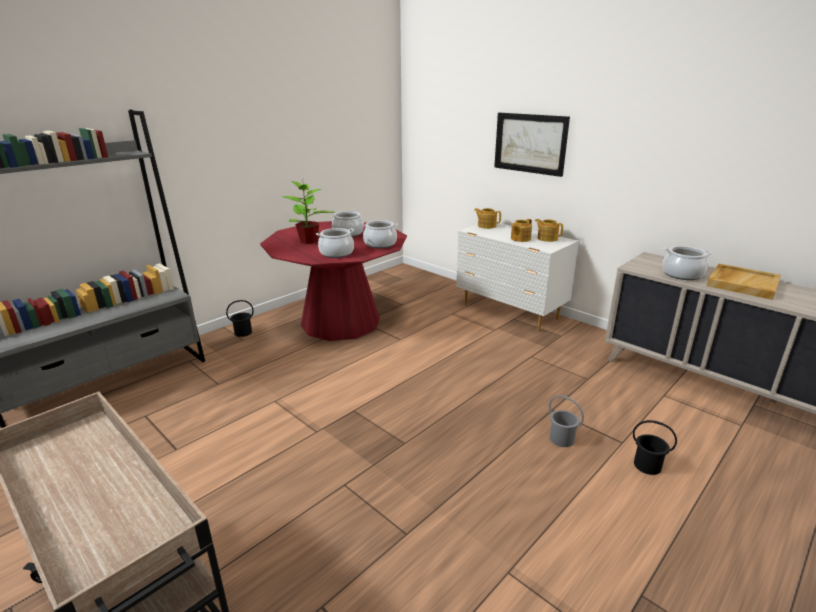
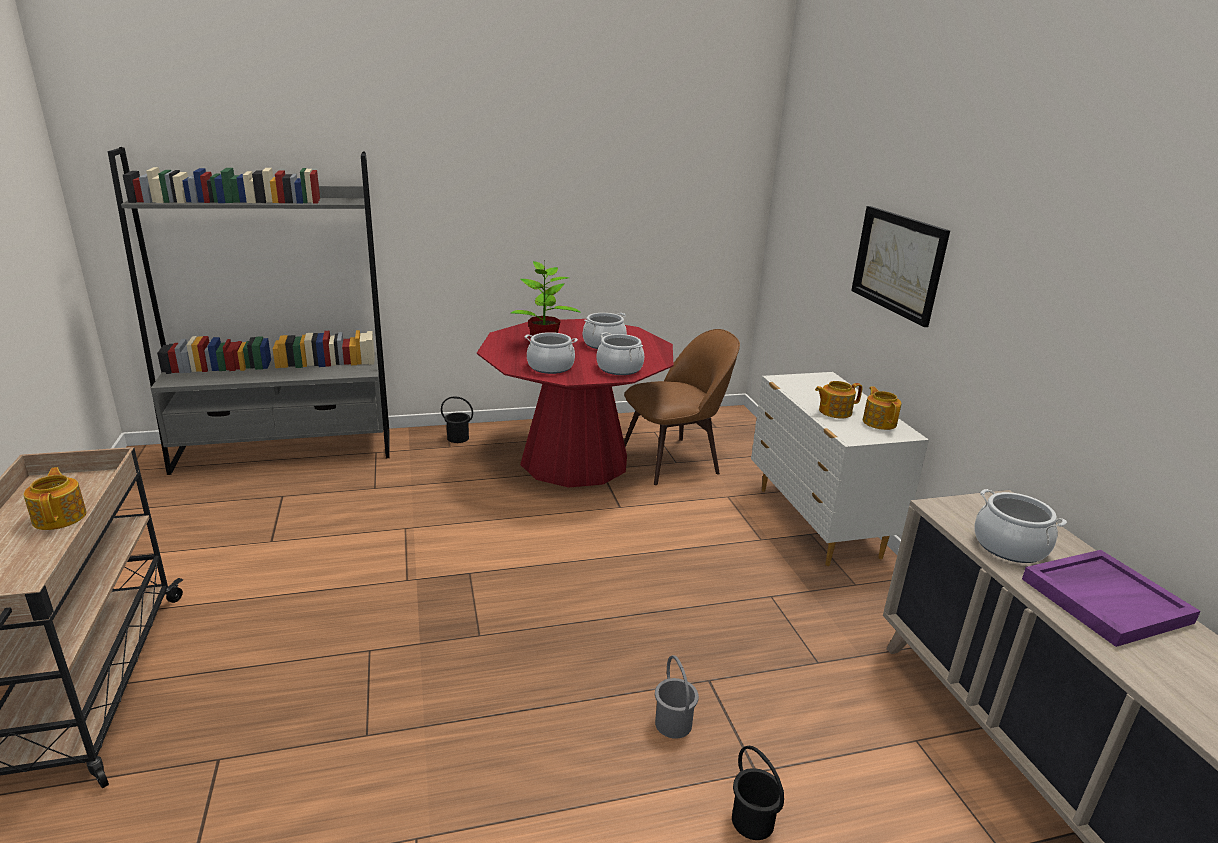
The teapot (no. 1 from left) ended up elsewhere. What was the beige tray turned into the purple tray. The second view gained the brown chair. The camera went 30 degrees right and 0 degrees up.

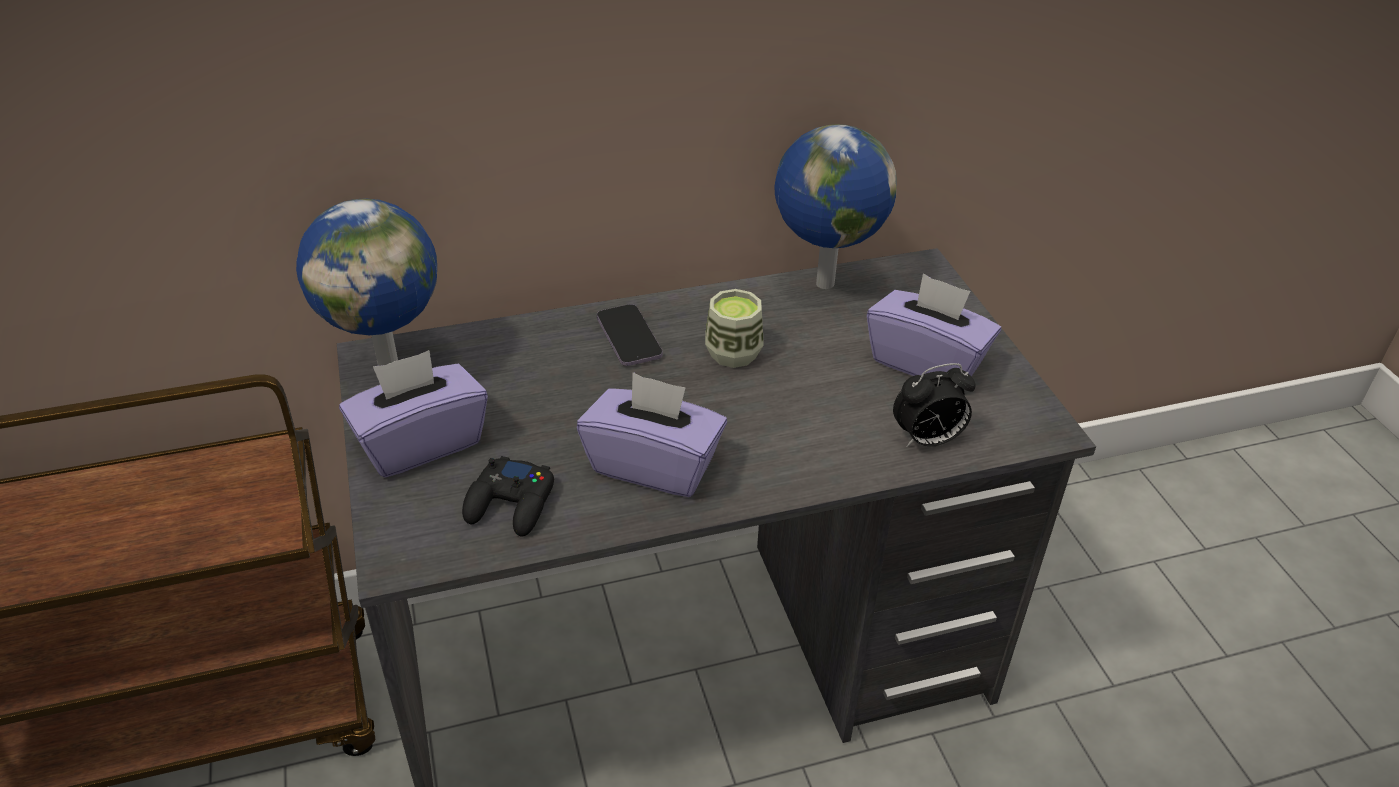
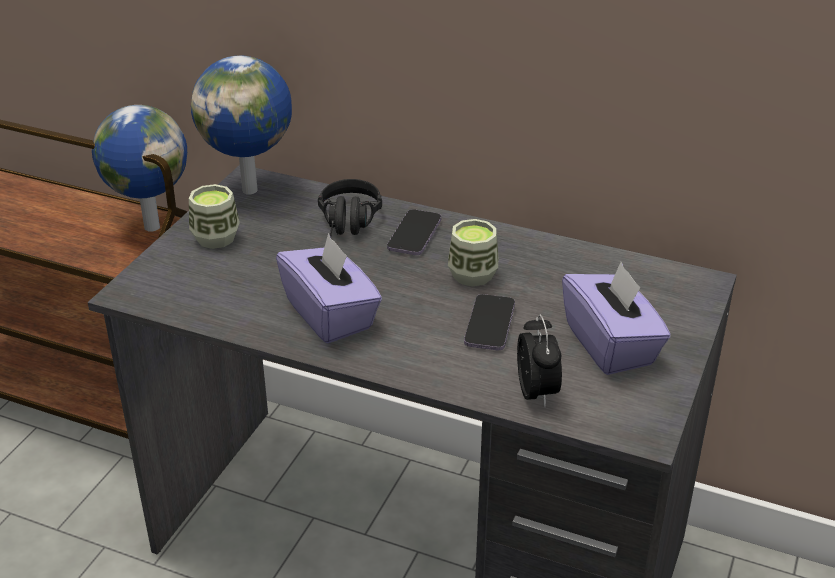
Where the purple tissue box (no. 1 from left) stood, the cup (no. 1 from left) came to stand. The second view lost the black game controller. The globe (no. 2 from left in the first image) ended up elsewhere. The alarm clock ended up facing another way, 120 degrees counterclockwise from before. The second view gained the black headphones. The second view gained the phone (no. 2 from left). The camera went 40 degrees right and 5 degrees down.

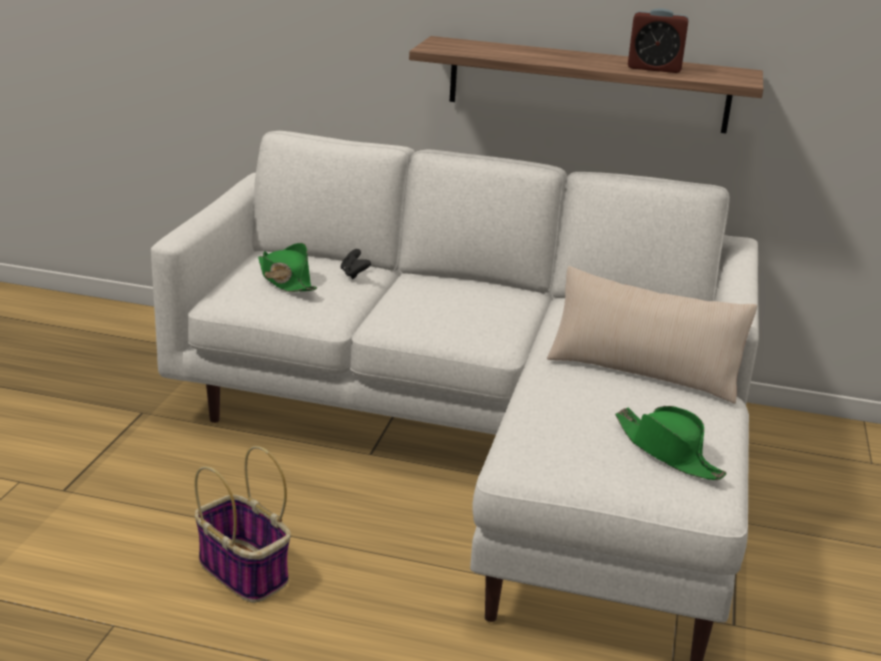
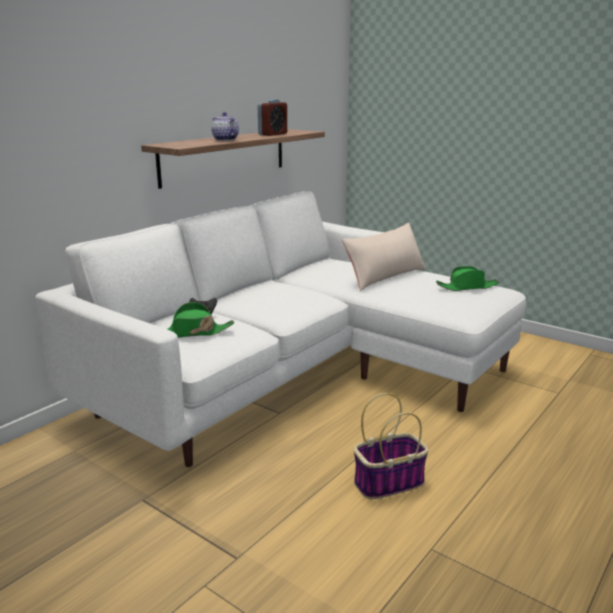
The second view gained the teapot. The camera went 65 degrees left and 5 degrees down.

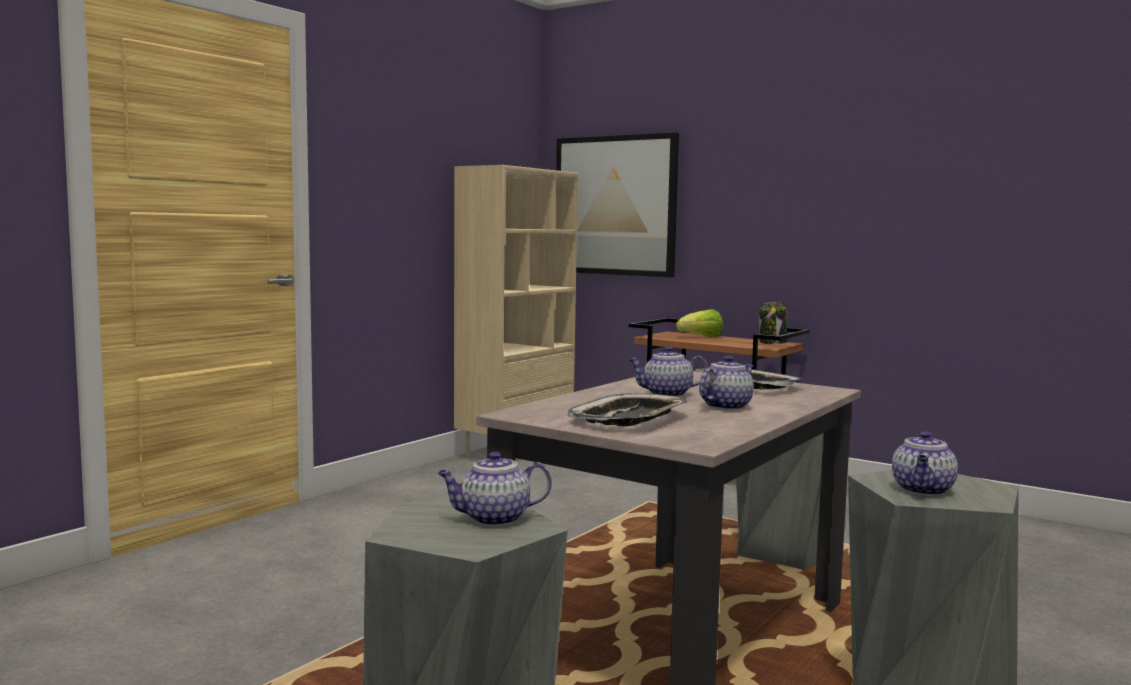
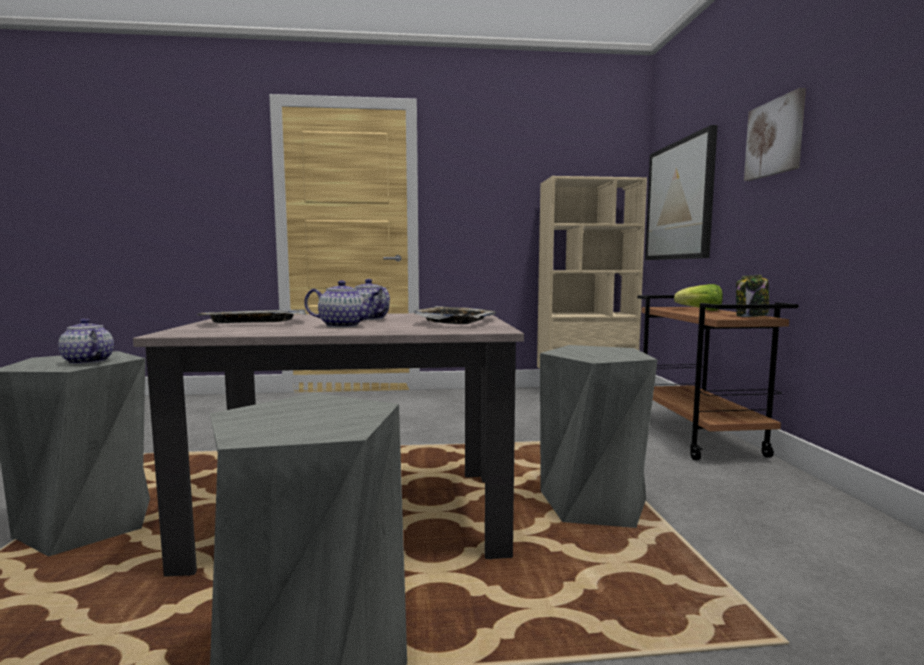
The second view lost the teapot (no. 4 from left). The second view gained the picture (no. 2 from left). The camera went 50 degrees right and 0 degrees up.

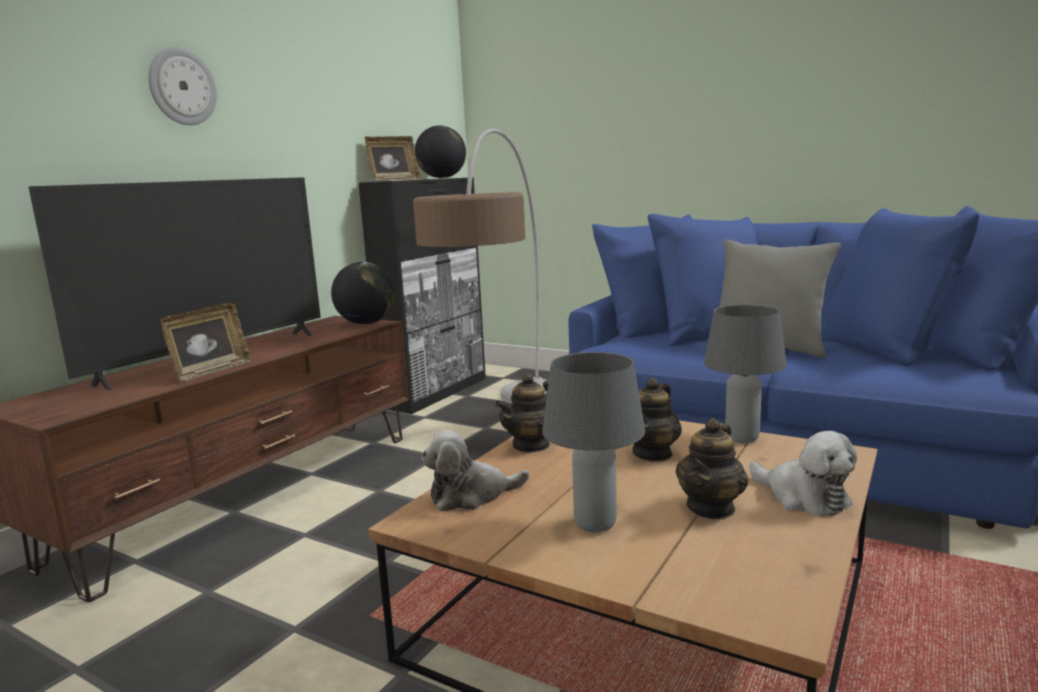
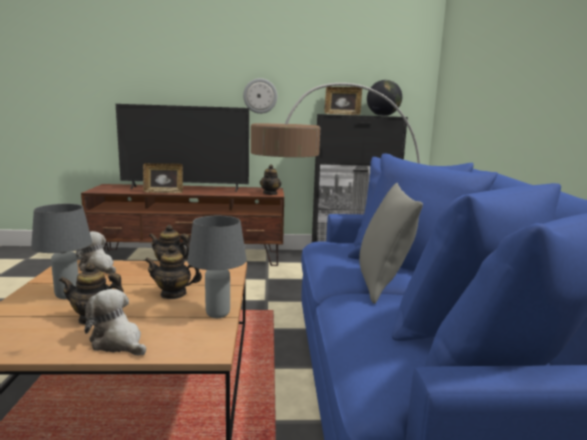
The wall clock ended up elsewhere. Where the globe (no. 1 from left) stood, the teapot (no. 4 from left) came to stand. The plush toy (no. 2 from left) ended up facing another way, 105 degrees clockwise from before. The camera went 55 degrees right and 0 degrees up.

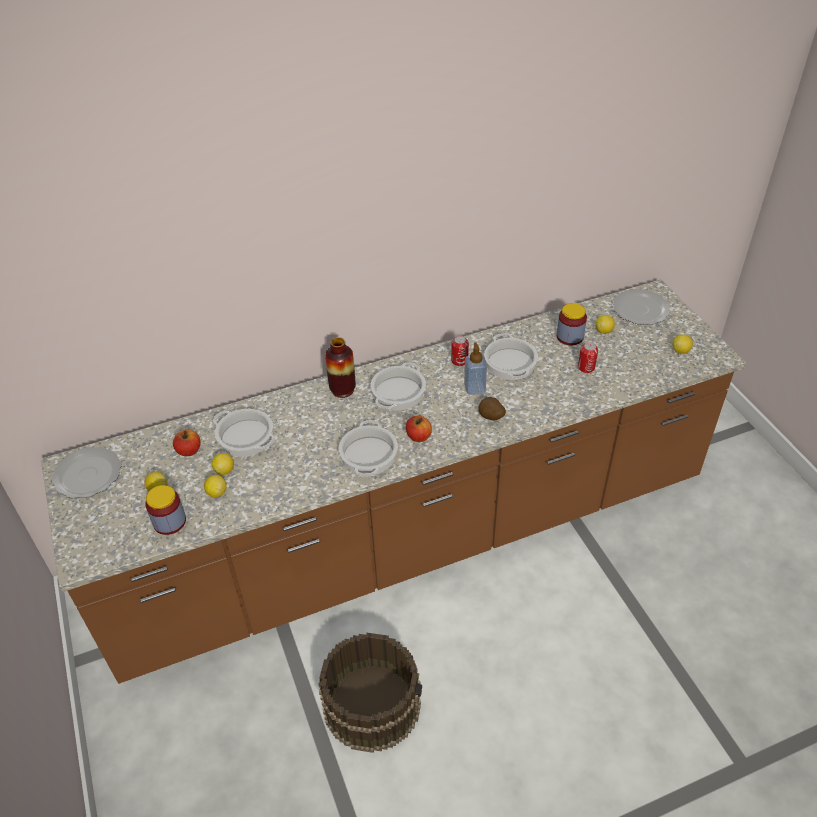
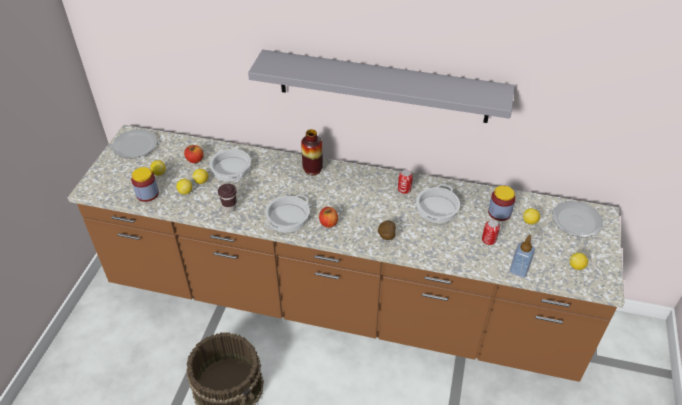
The second view lost the cooking pot (no. 3 from left). The soap dispenser ended up elsewhere. The second view gained the brown cup. The second view gained the grey shelf. The camera went 35 degrees right and 0 degrees up.

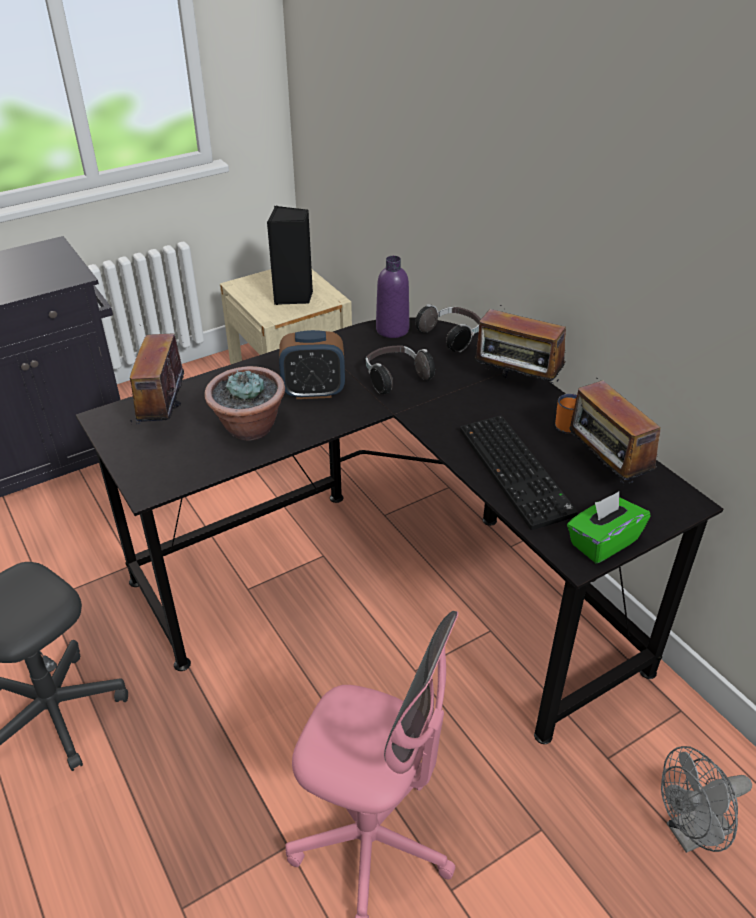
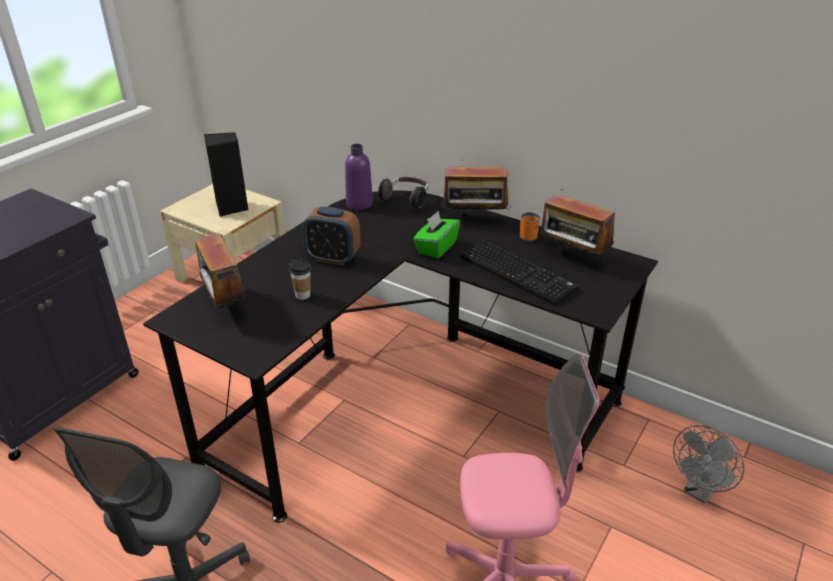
Where the potted plant stood, the cup came to stand. The alarm clock ended up facing another way, 45 degrees clockwise from before. The second view lost the headphones (no. 1 from left). The green tissue box ended up elsewhere. The camera went 25 degrees left and 5 degrees down.

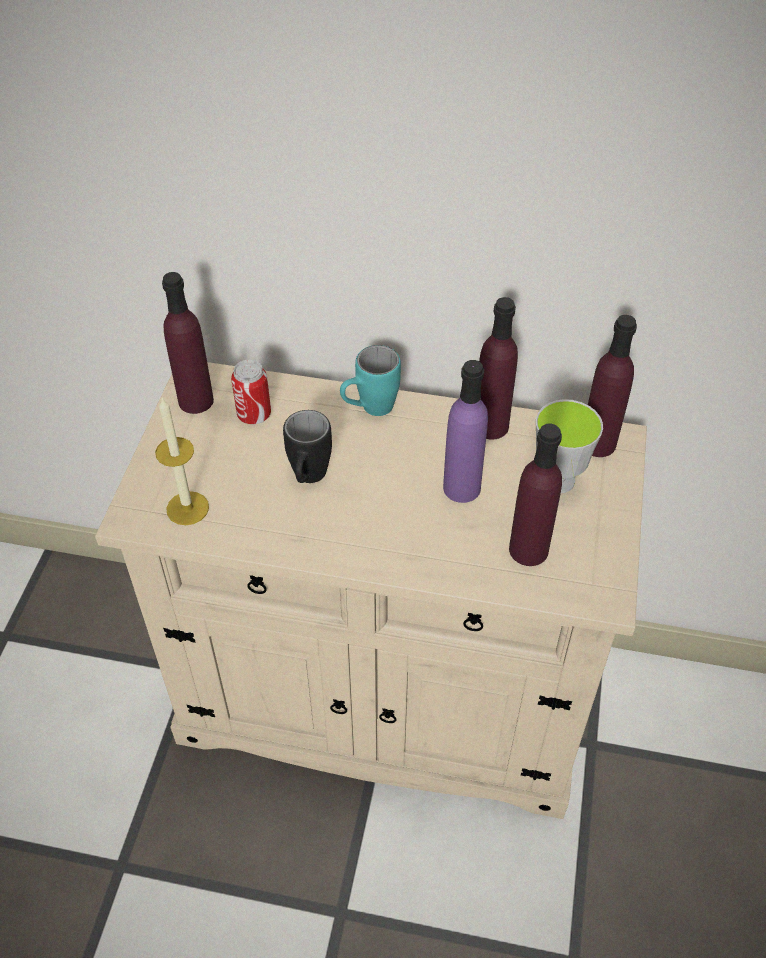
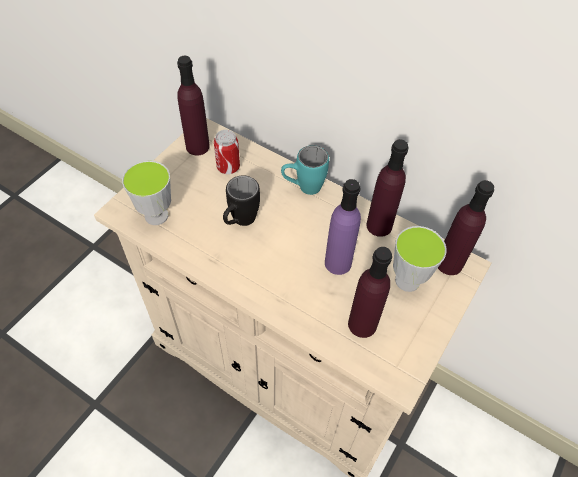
Where the candle stood, the cup (no. 1 from left) came to stand. The camera went 20 degrees right and 5 degrees up.

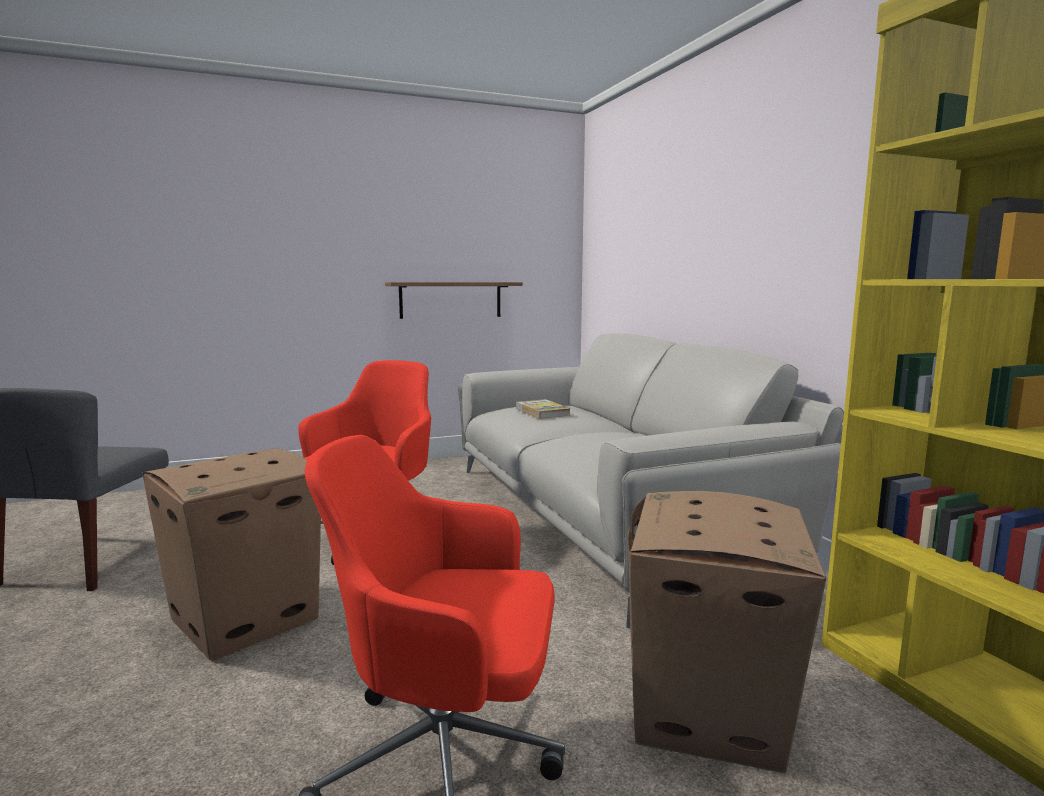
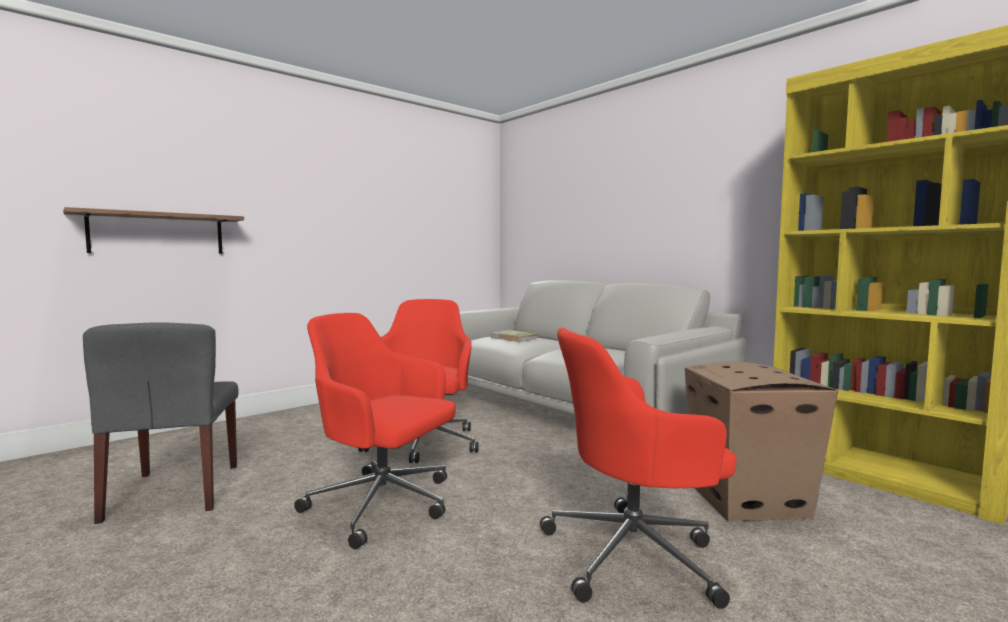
Where the cardboard box (no. 1 from left) stood, the red office chair (no. 1 from left) came to stand. The shelf ended up elsewhere. The camera went 20 degrees left and 5 degrees down.

